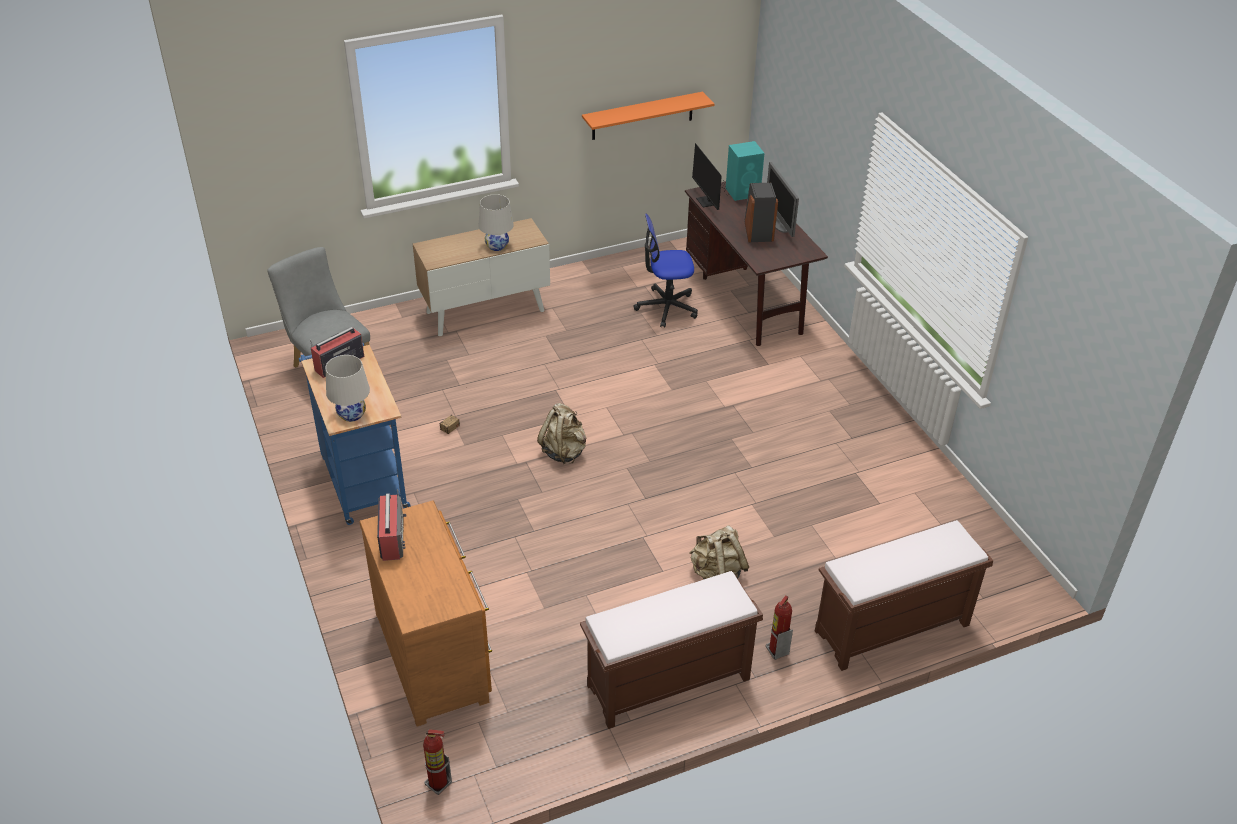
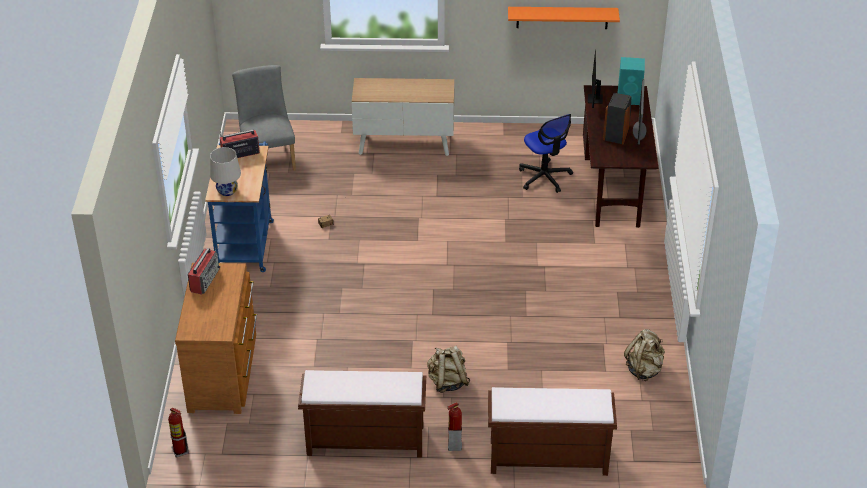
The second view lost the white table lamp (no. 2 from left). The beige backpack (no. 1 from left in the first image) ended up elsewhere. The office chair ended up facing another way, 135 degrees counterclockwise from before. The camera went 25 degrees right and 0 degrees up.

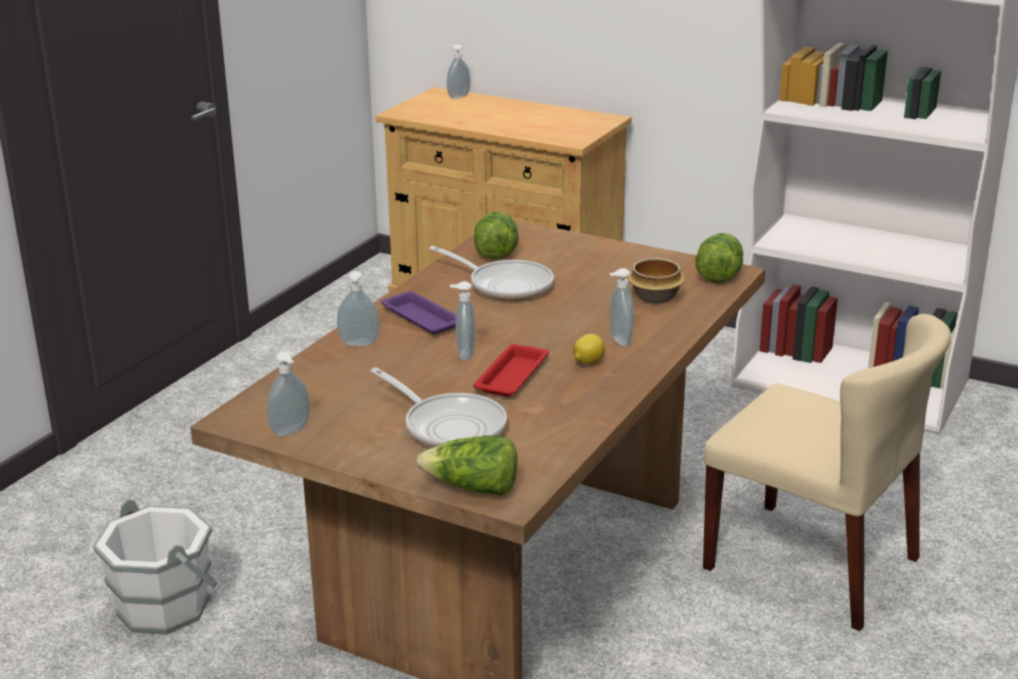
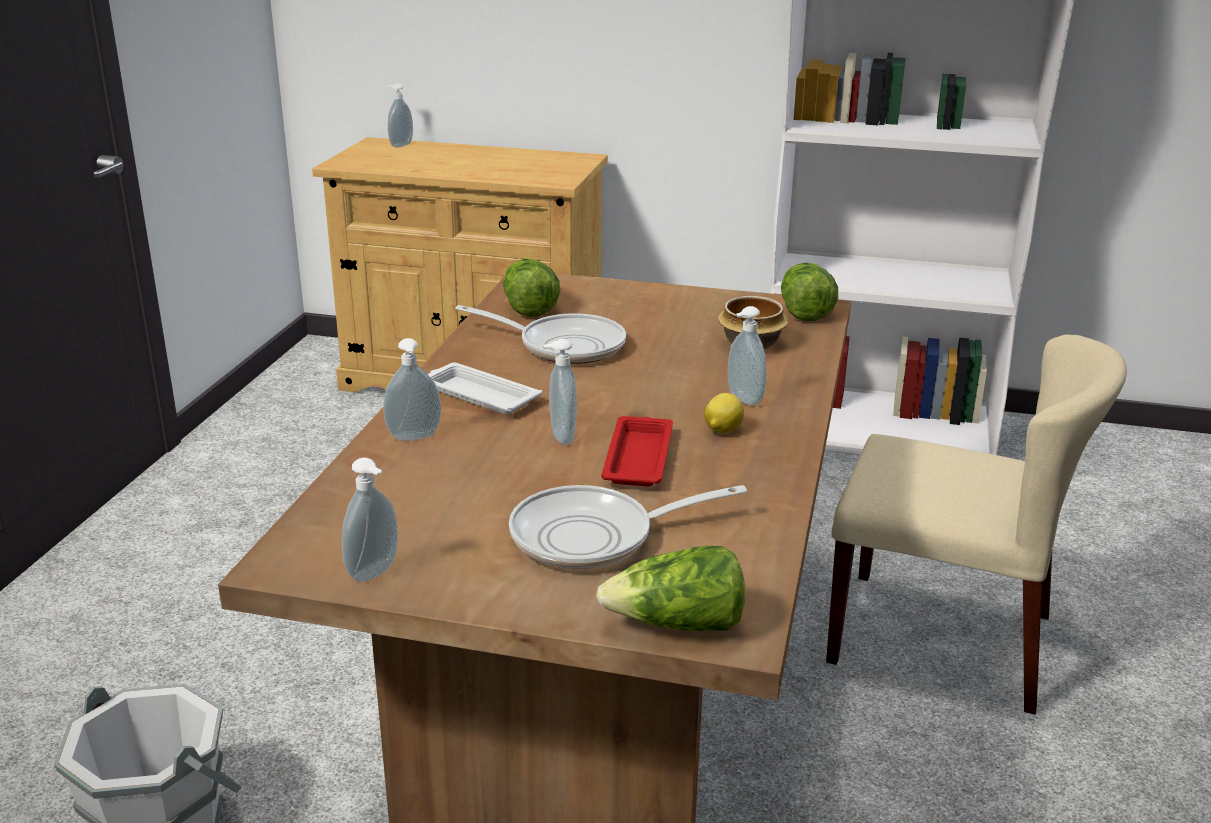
The frying pan (no. 1 from left in the first image) ended up facing another way, 135 degrees clockwise from before. What was the purple tray turned into the white tray. The camera went 15 degrees left and 0 degrees up.

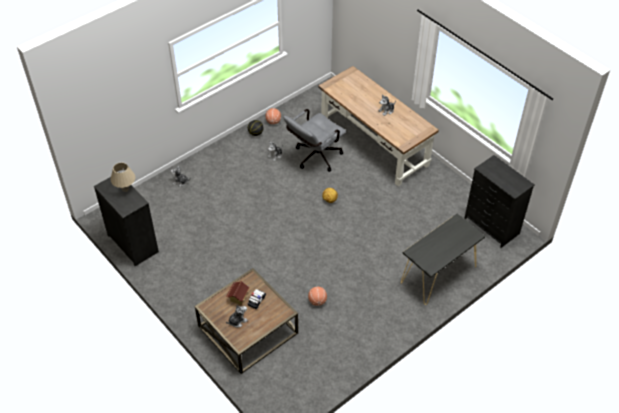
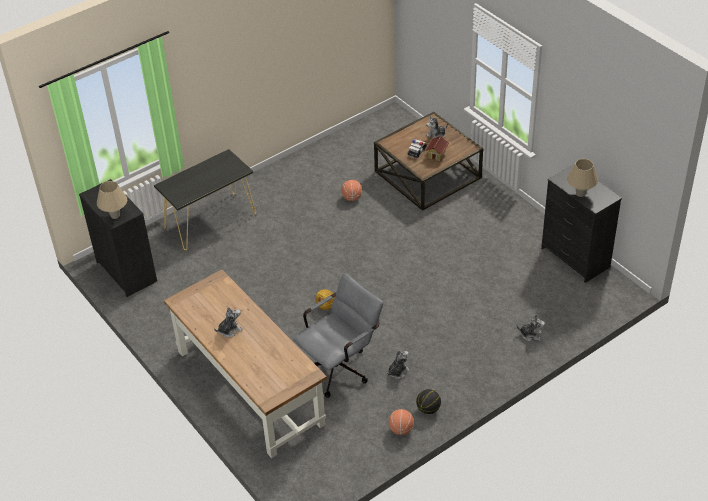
The second view gained the beige table lamp (no. 1 from left). The camera went 175 degrees left and 5 degrees down.

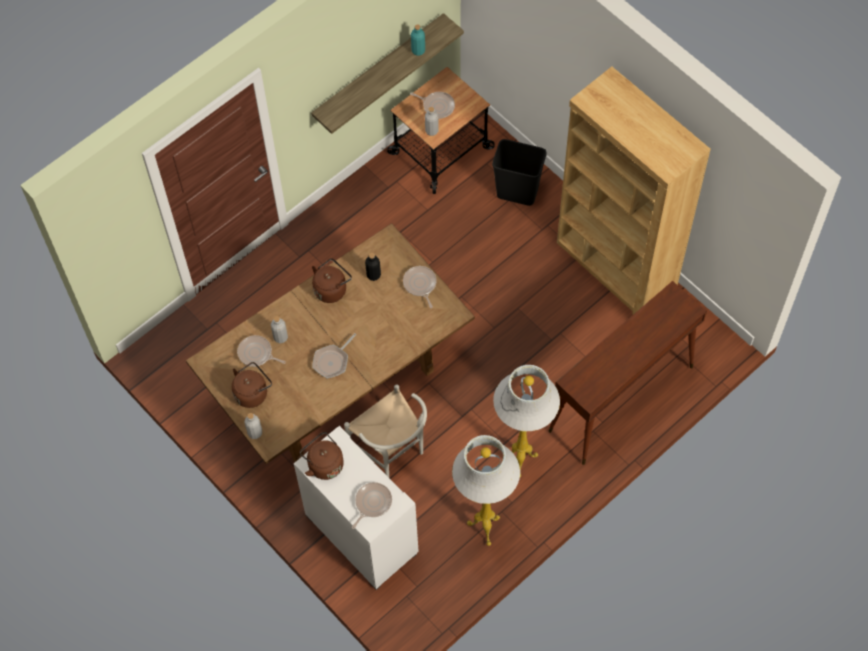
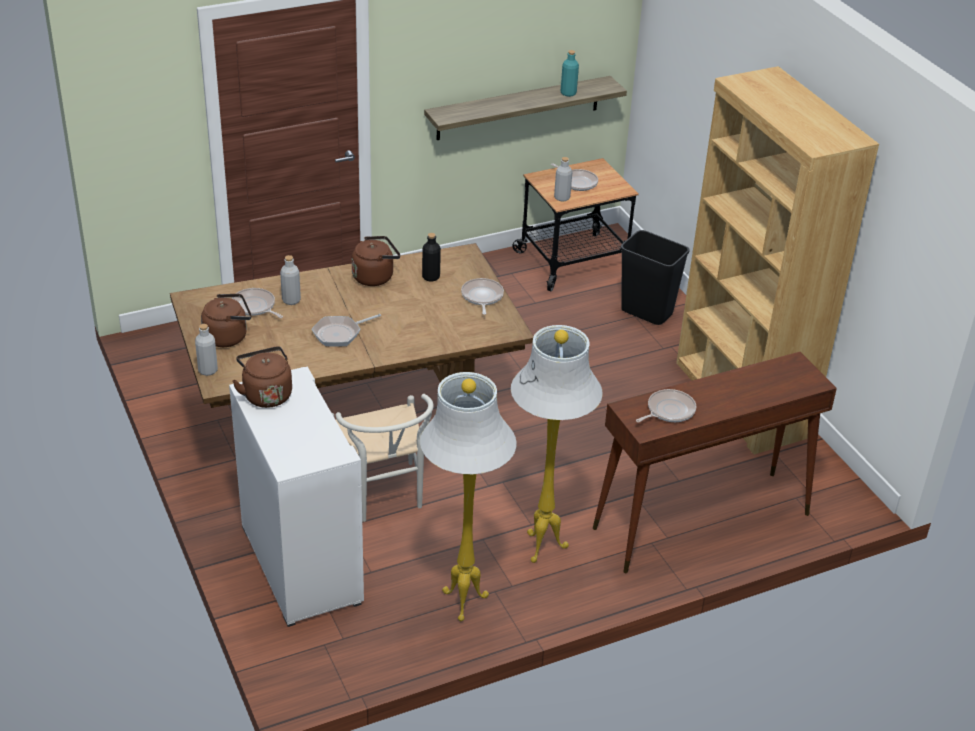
The frying pan (no. 3 from left in the first image) ended up elsewhere. The camera went 15 degrees right and 25 degrees down.

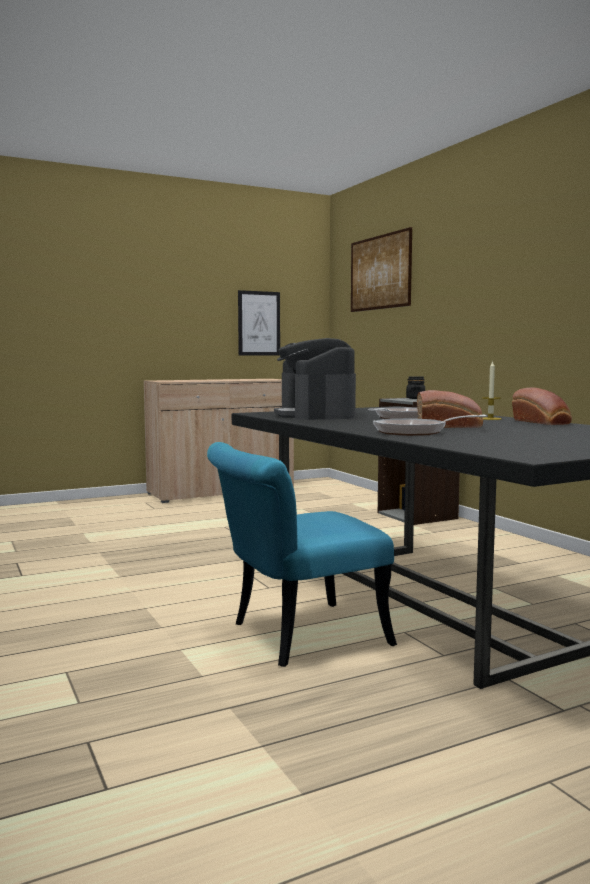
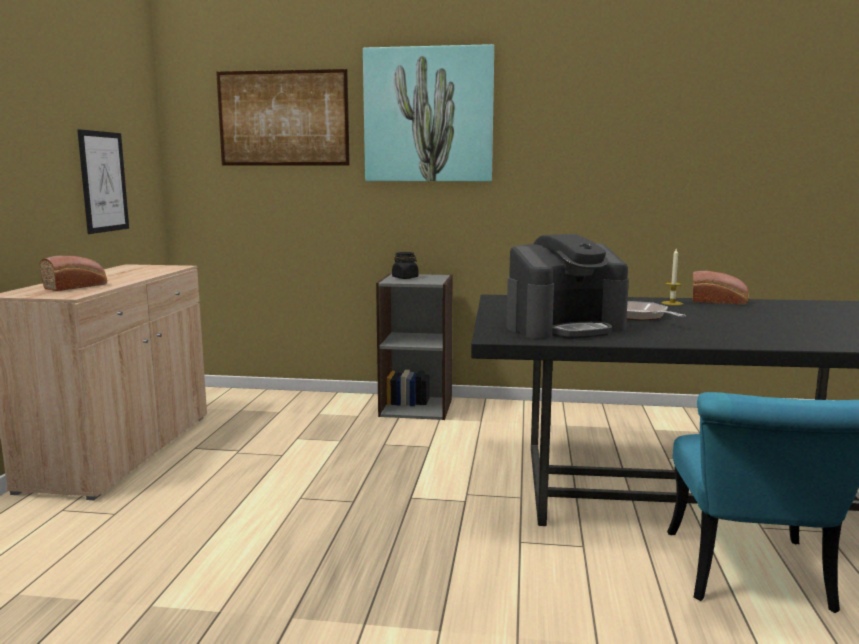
The coffee machine ended up facing another way, 45 degrees counterclockwise from before. The second view lost the frying pan (no. 2 from left). The bread (no. 1 from left) ended up elsewhere. The second view gained the picture (no. 3 from left). The camera went 55 degrees left and 5 degrees up.

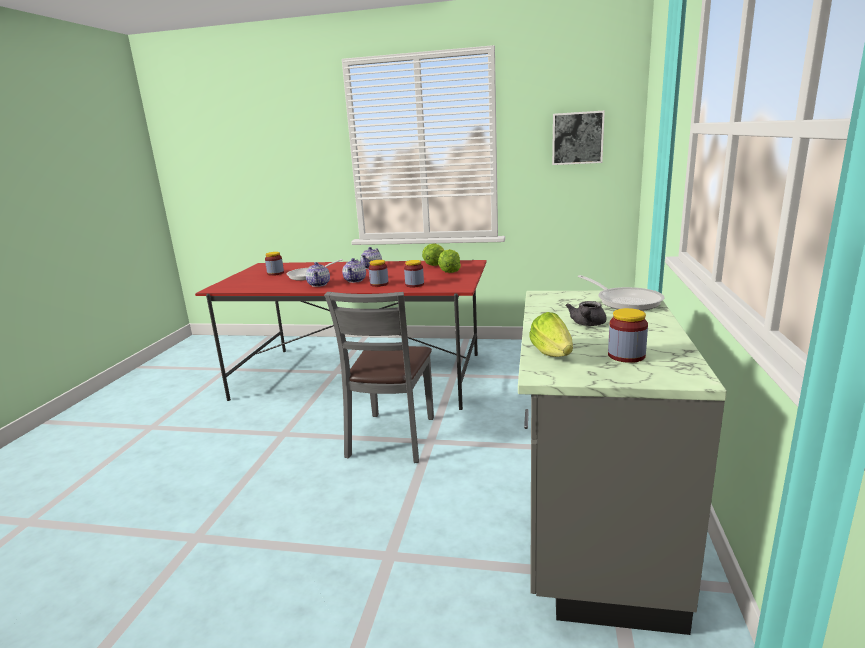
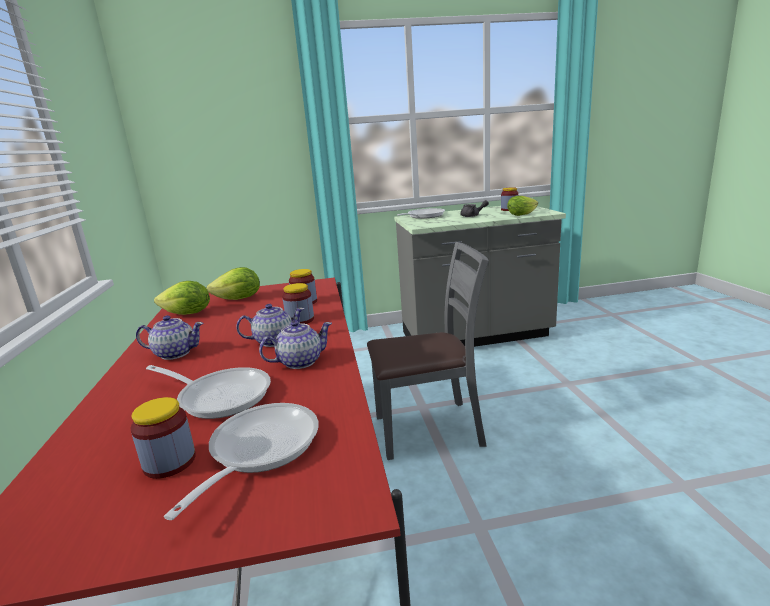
The second view lost the picture. The second view gained the frying pan (no. 2 from left). The camera went 110 degrees left and 0 degrees up.

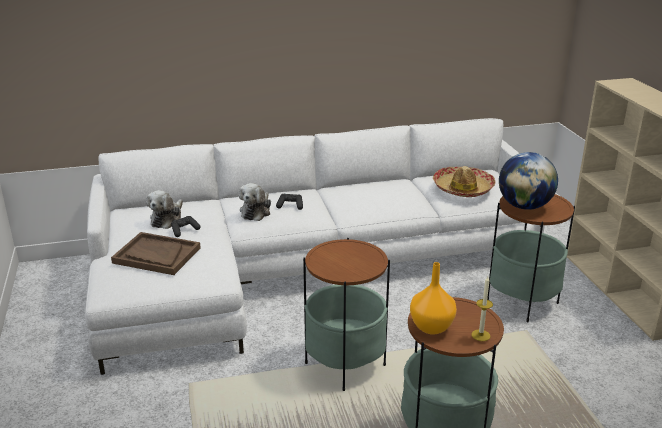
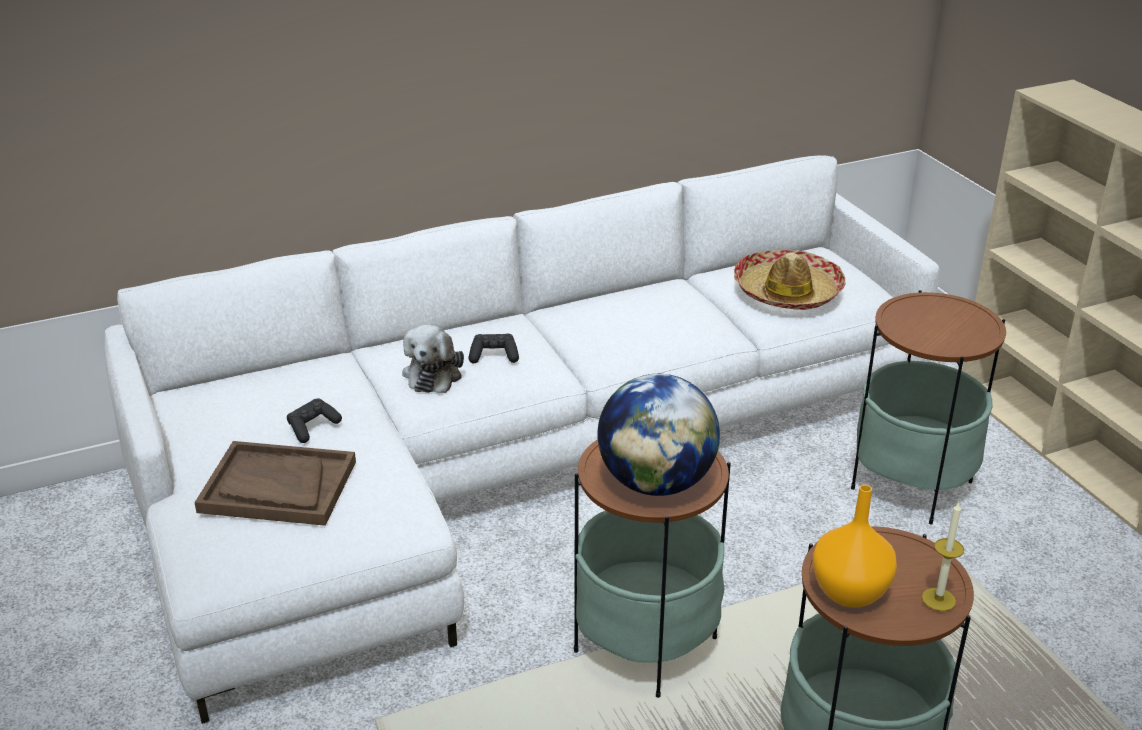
The second view lost the plush toy (no. 1 from left). The globe ended up elsewhere. The camera went 10 degrees left and 5 degrees up.

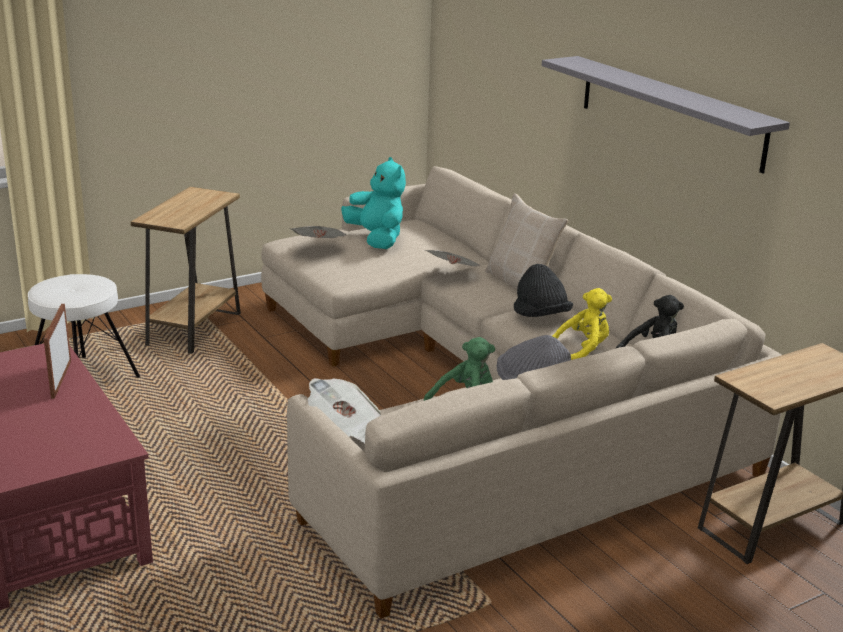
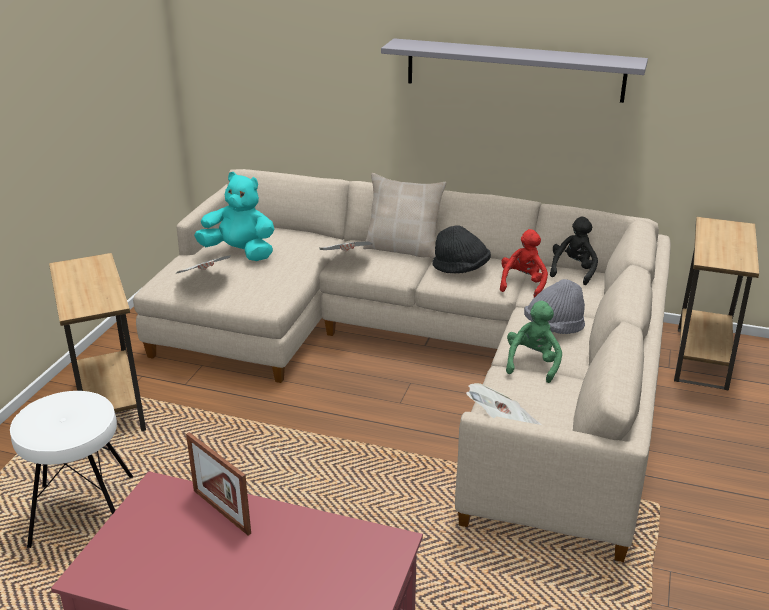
What was the yellow plush toy turned into the red plush toy. The camera went 40 degrees left and 5 degrees up.

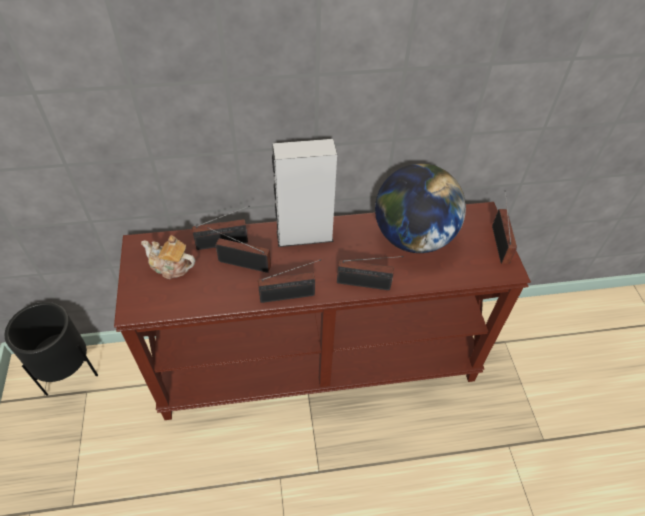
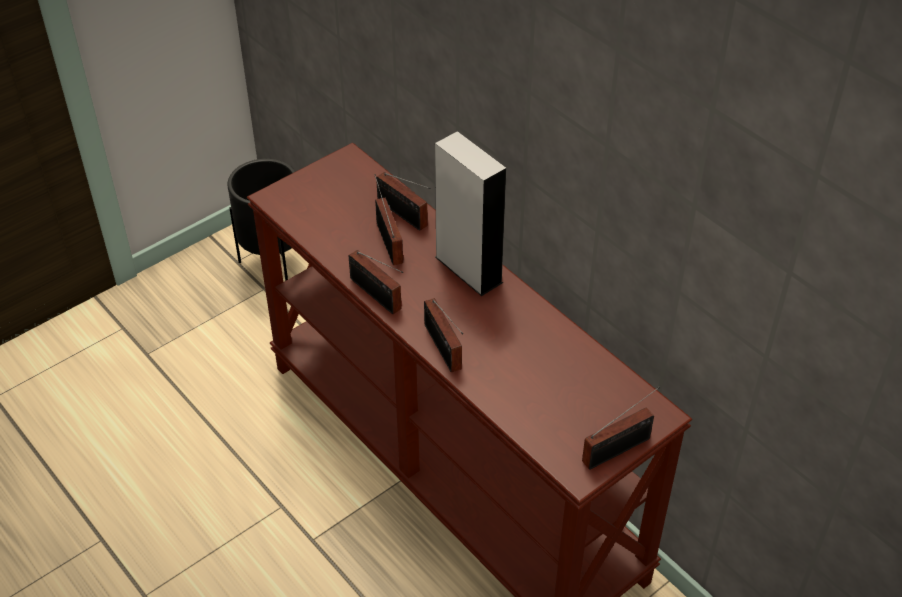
The second view lost the teapot. The second view lost the globe. The camera went 60 degrees right and 5 degrees down.

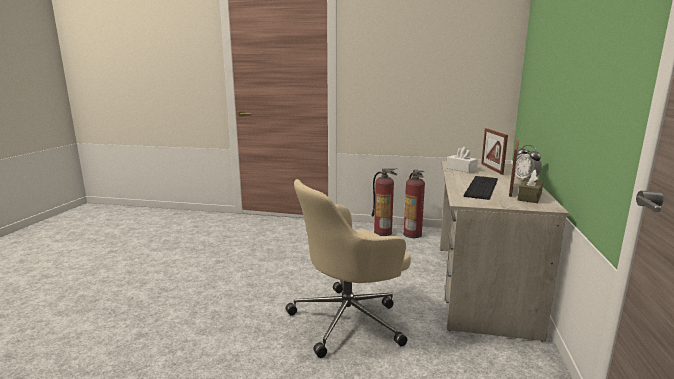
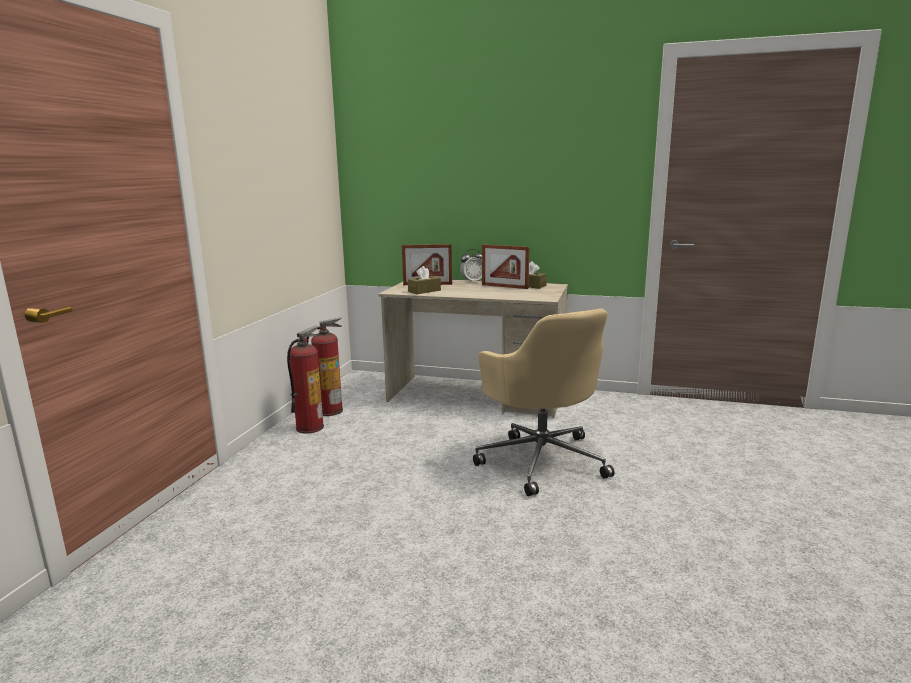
What was the white tissue box turned into the brown tissue box (no. 1 from left). The second view lost the keyboard. The camera went 85 degrees left and 0 degrees up.

